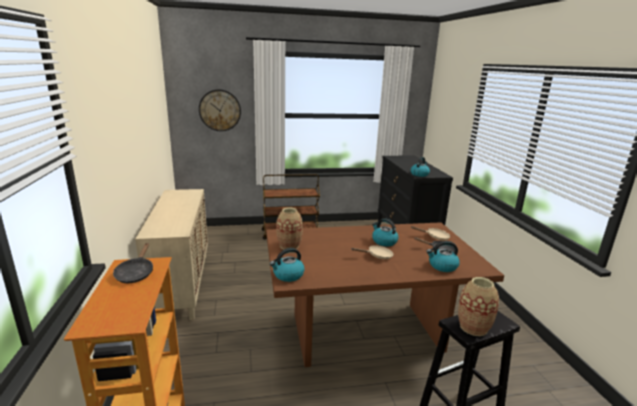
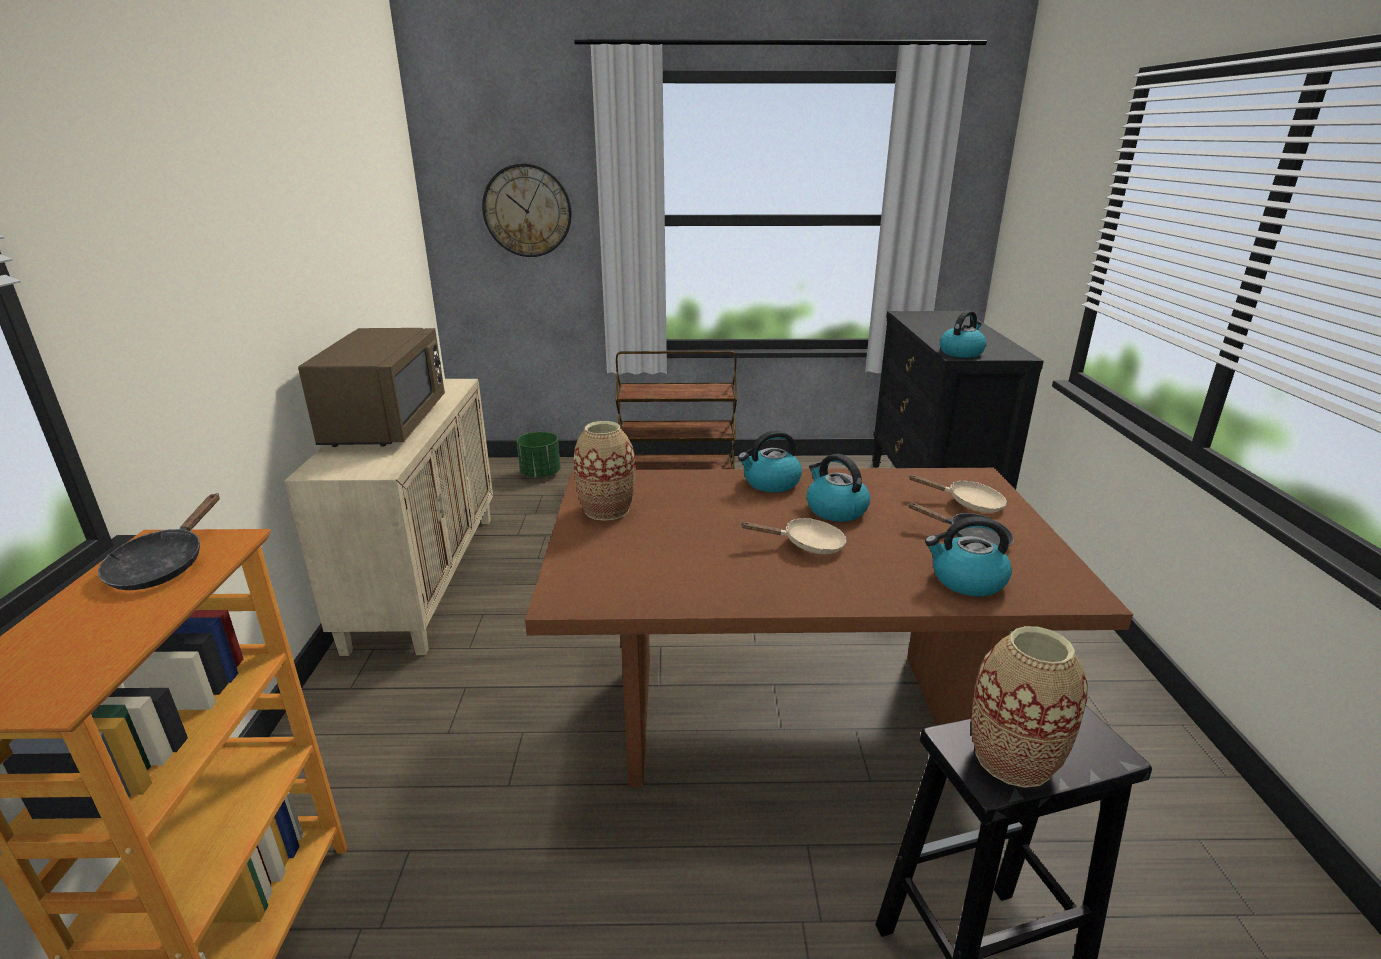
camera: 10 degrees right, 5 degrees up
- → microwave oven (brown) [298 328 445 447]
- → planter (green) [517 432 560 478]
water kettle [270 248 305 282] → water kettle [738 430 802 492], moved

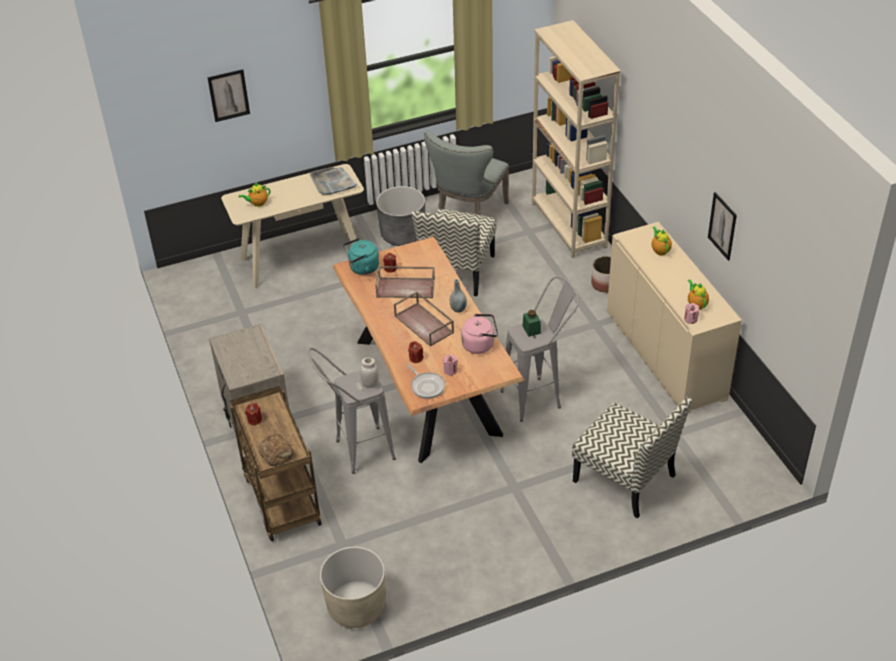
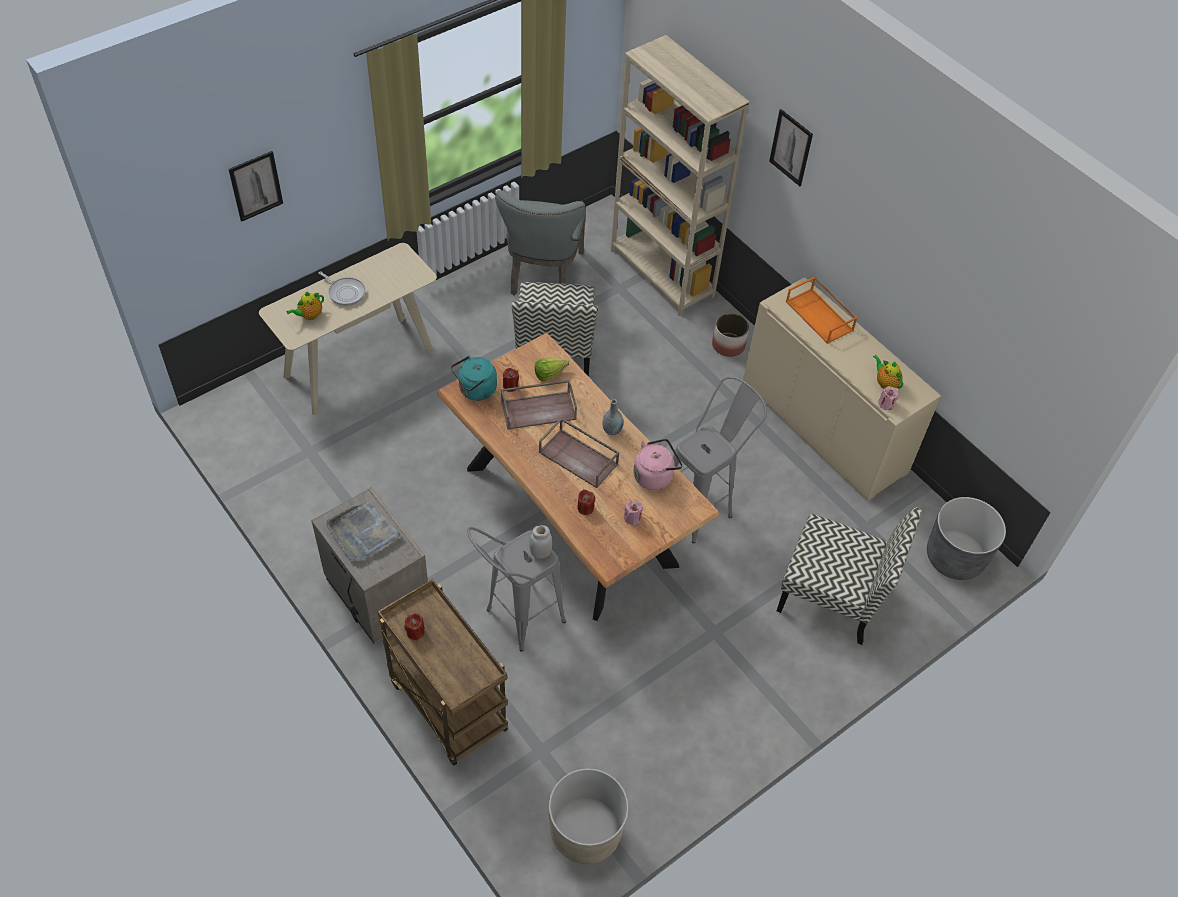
camera: 20 degrees left, 10 degrees up
skillet [406 364 445 399] → skillet [319 272 365 306], moved
carrying tray (greyish) [310 167 358 195] → carrying tray (greyish) [326 502 403 561], moved
- → lettuce [535 358 569 382]
wall picture [708 192 737 261] → wall picture [769 109 813 186], moved
tea pot [652 226 672 256] → carrying tray (orange) [786 276 858 344]
planter (greyish) [376 186 425 246] → planter (greyish) [927 497 1006 580], moved
bakery bread [259 434 294 466] → -
storage jar (green) [523 310 541 337] → -

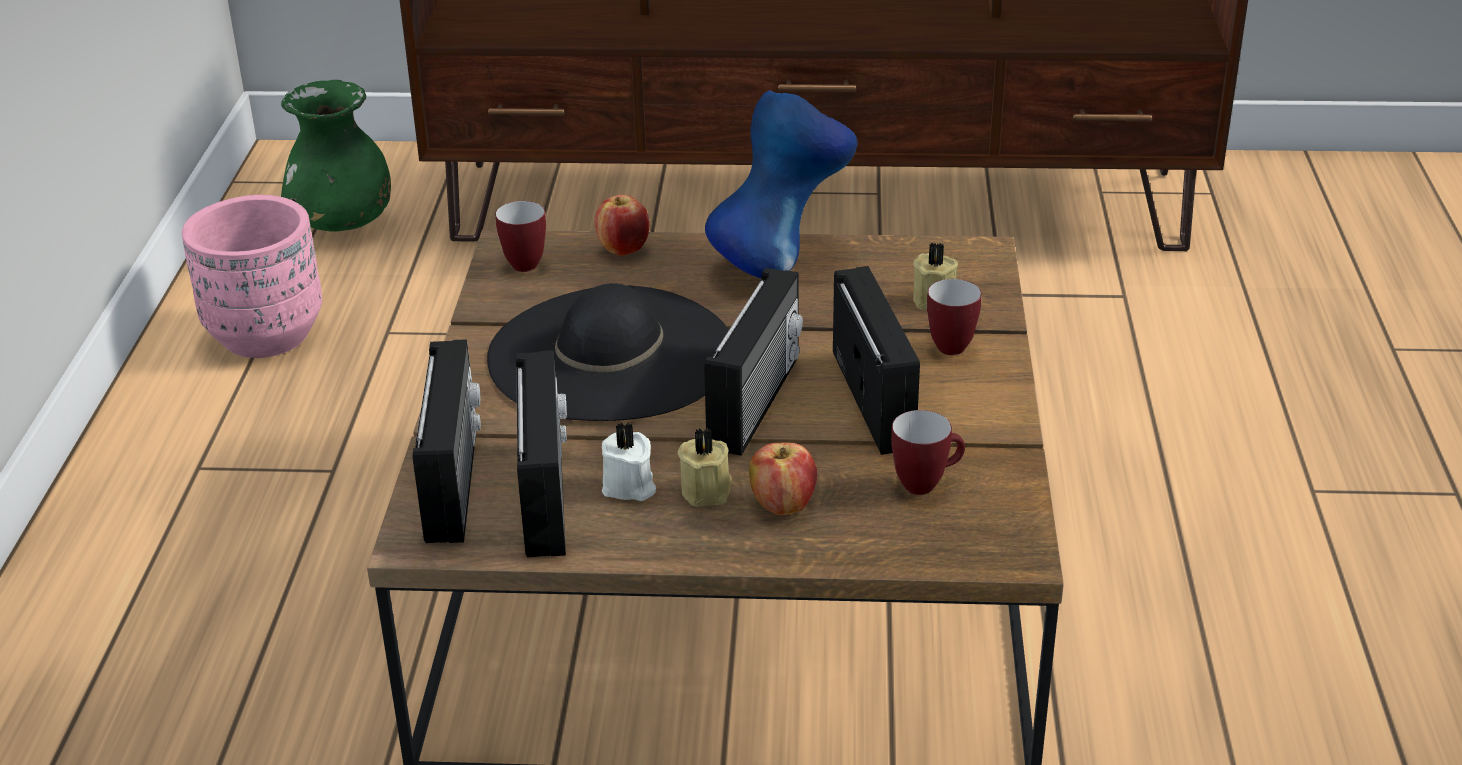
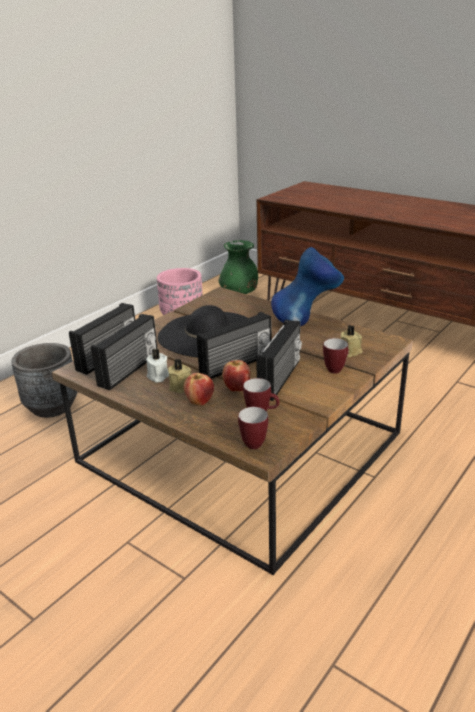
camera: 35 degrees right, 5 degrees down
- → planter (greyish) [11 343 77 418]
whole apple [595 195 650 256] → whole apple [222 360 251 391], moved
tea mug [495 201 546 272] → tea mug [238 407 268 449], moved

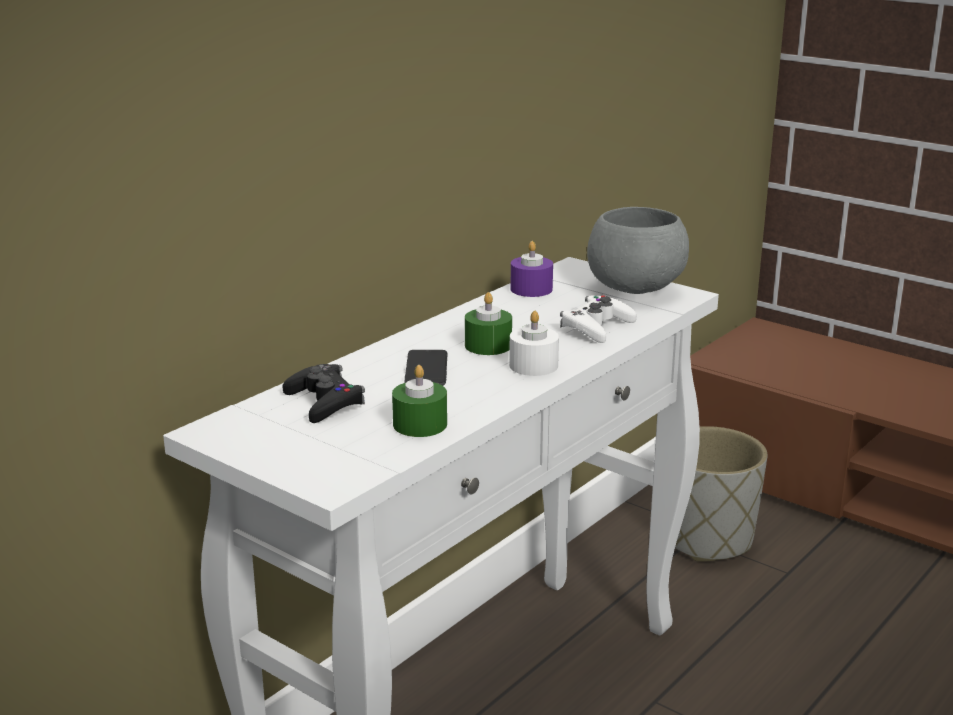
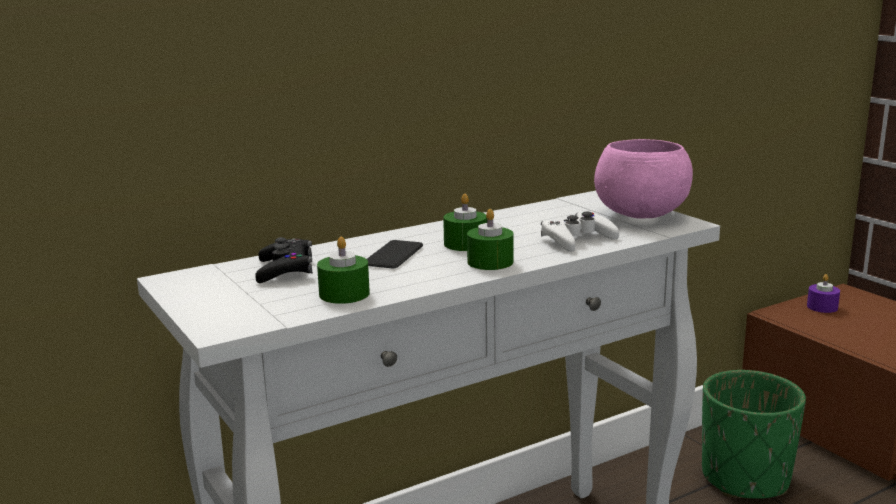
camera: 20 degrees right, 5 degrees down
wax candle (whitish) [509 311 559 376] → wax candle (green) [467 209 514 270]
deep dish (greyish) [587 207 689 294] → deep dish (pink) [594 139 693 219]
planter (greyish) [675 426 768 562] → planter (green) [702 370 806 499]
wax candle (purple-coloured) [510 241 553 297] → wax candle (purple-coloured) [807 274 840 313], moved

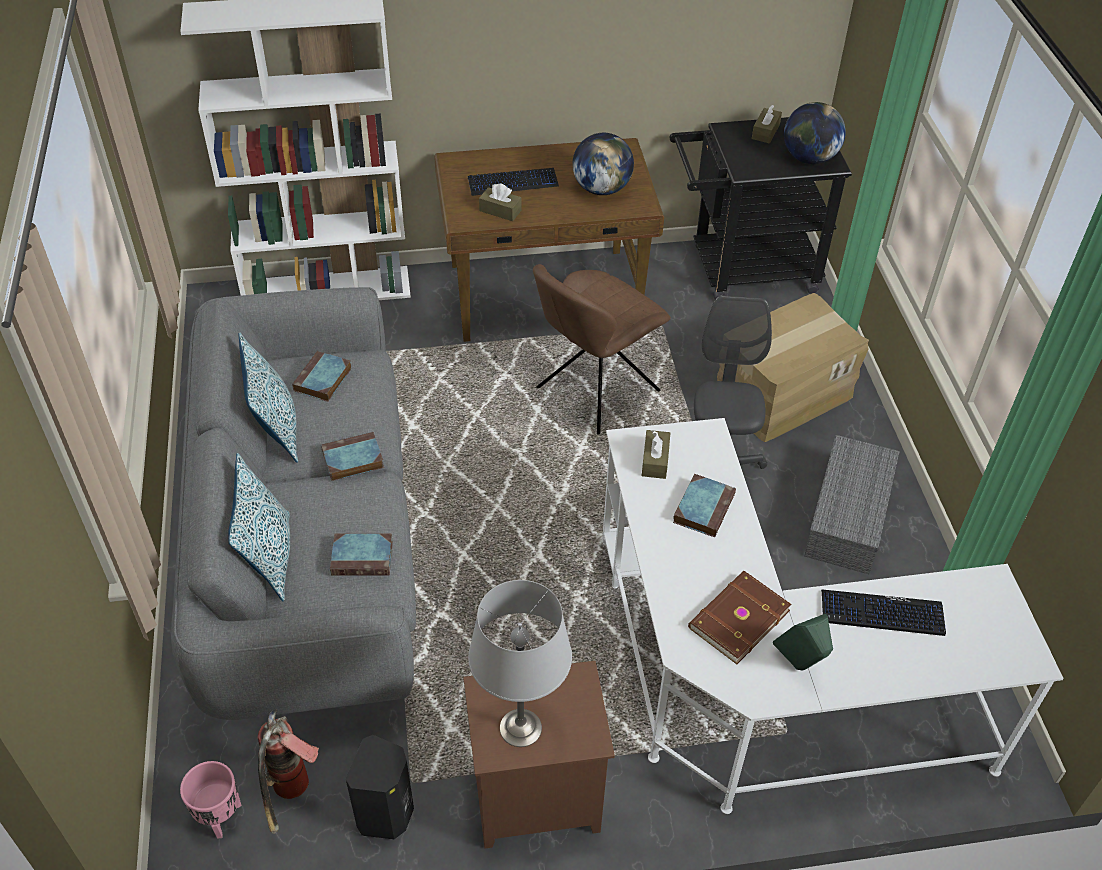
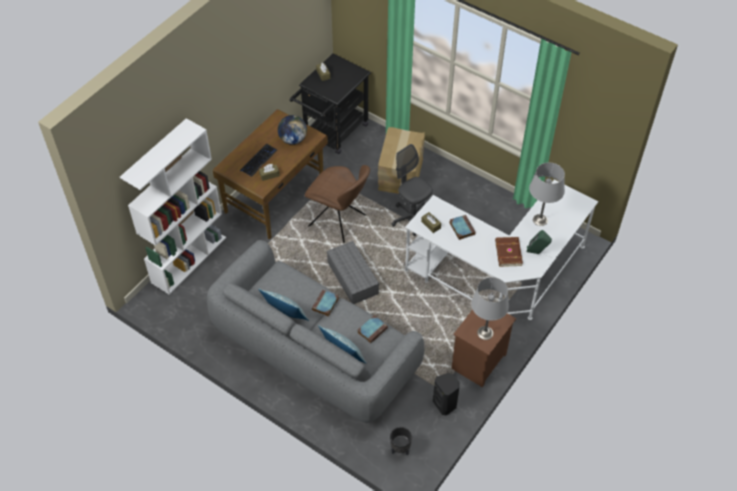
camera: 45 degrees left, 5 degrees up
chair (brown) [533 264 671 435] → chair (brown) [305 165 370 243], 60 degrees counterclockwise
storage bin (greyish) [804 435 900 574] → storage bin (greyish) [326 241 379 304], moved
planter (pink) [180 761 242 839] → planter (blackish) [390 427 412 456]
keyboard [821 589 946 636] → table lamp (greyish) [529 163 565 226]
extinguisher [258 709 319 834] → -
volume [292 351 352 402] → -
desk globe [784 102 846 164] → -

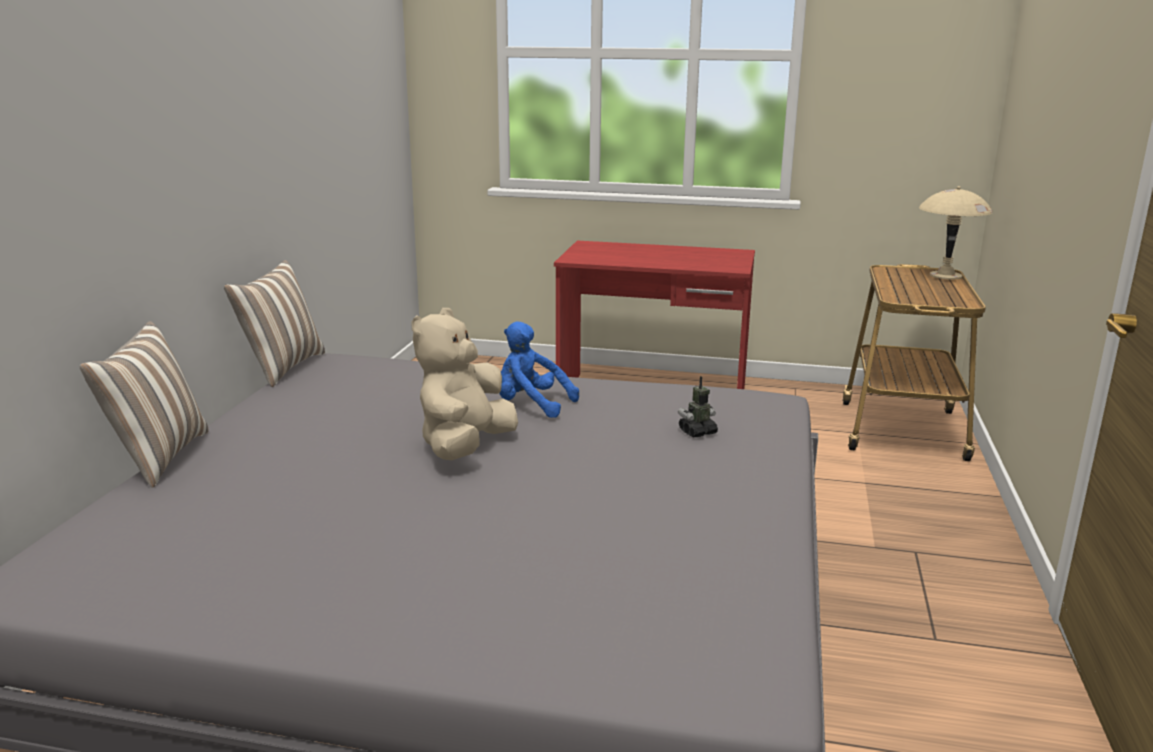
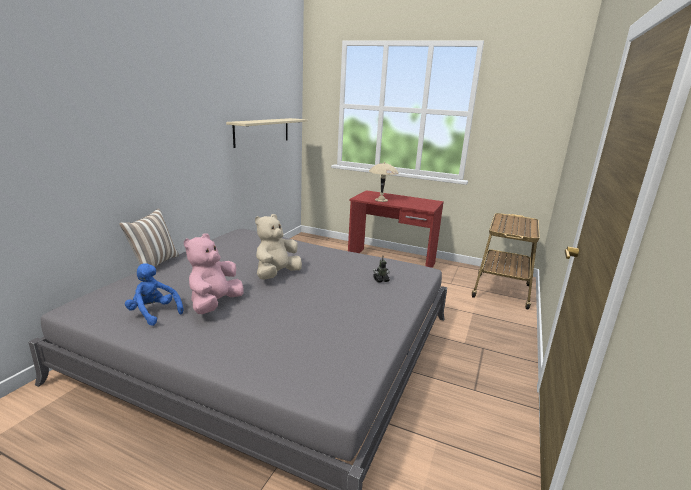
camera: 10 degrees right, 0 degrees up
plush toy (blue) [499 321 579 418] → plush toy (blue) [125 263 184 326], moved
- → plush toy (pink) [184 234 244 314]
- → bracket shelf (beige) [226 118 307 148]
table lamp (beige) [919 186 993 280] → table lamp (beige) [369 162 398 202], moved
pillow [224 260 325 387] → -

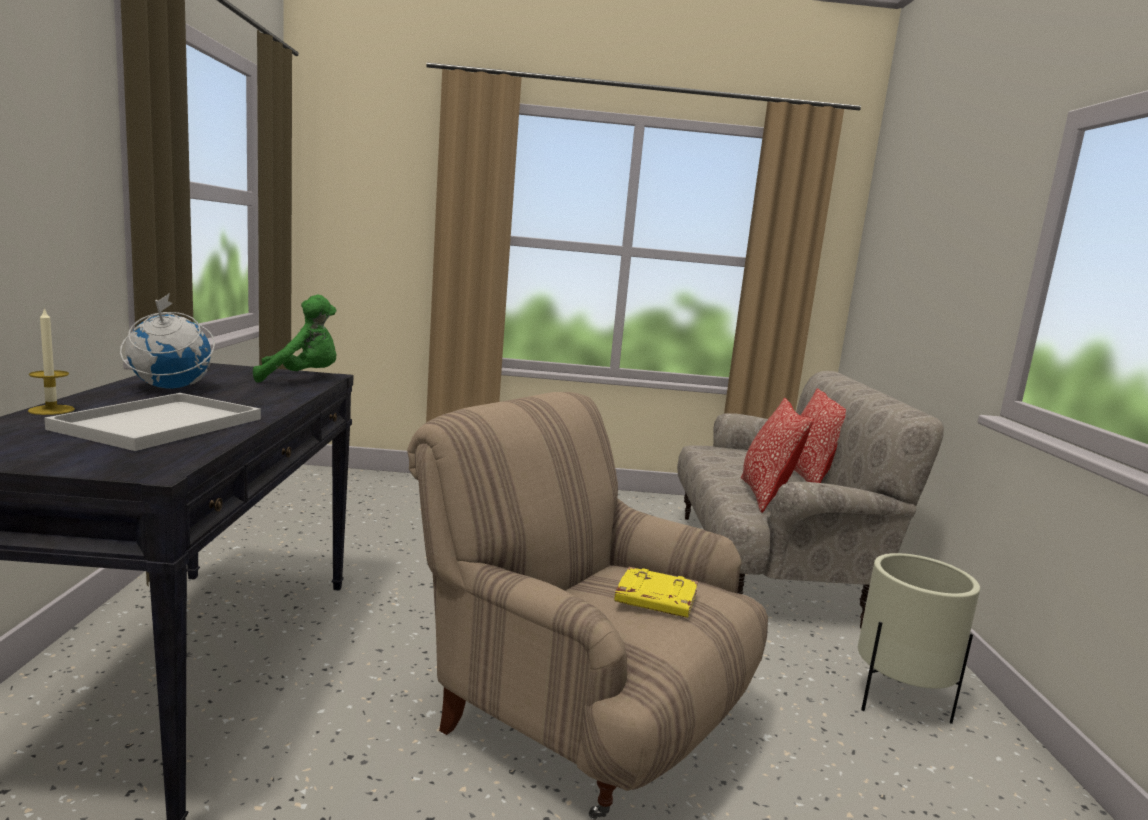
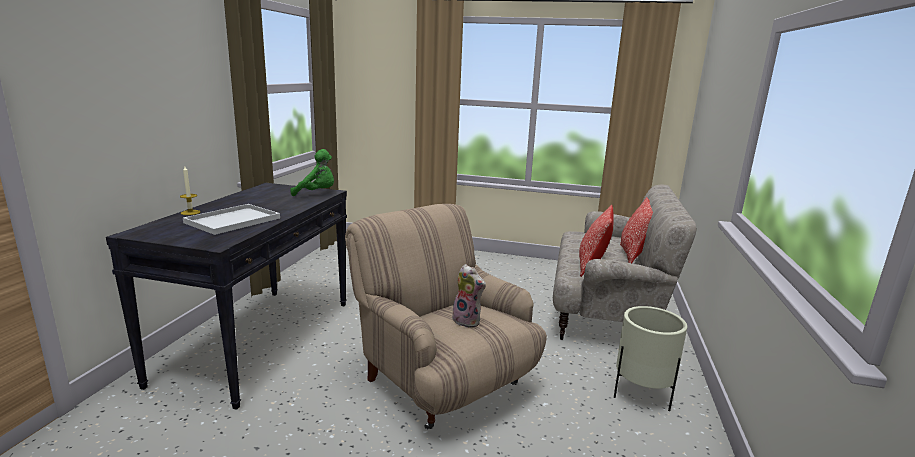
camera: 15 degrees right, 5 degrees up
volume (yellow) [614 567 698 618] → plush toy [452 264 486 328]
desk globe [120 293 215 389] → -

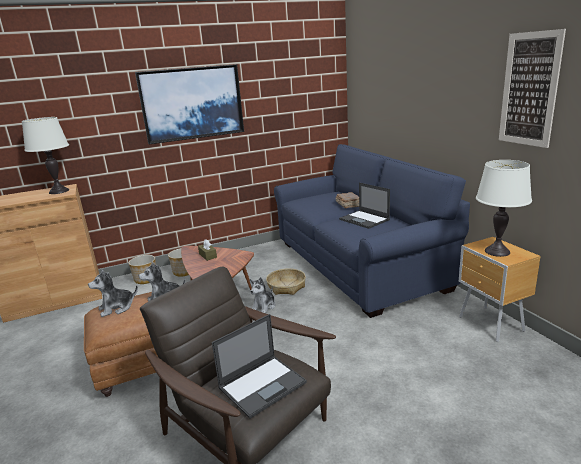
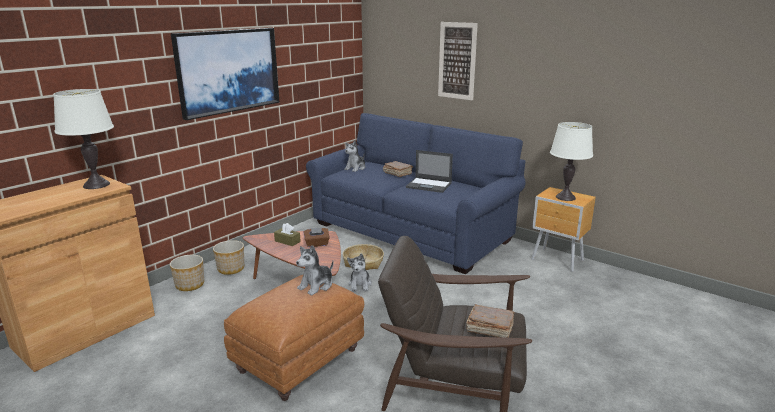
camera: 30 degrees left, 0 degrees up
- → tissue box (brown) [304 228 330 247]
plush toy [88 269 138 317] → plush toy [344 140 365 172], moved
wall picture [499 29 566 148] → wall picture [438 22 478 100], moved
laptop [212 314 307 419] → volume (brown) [466 304 515 338]

